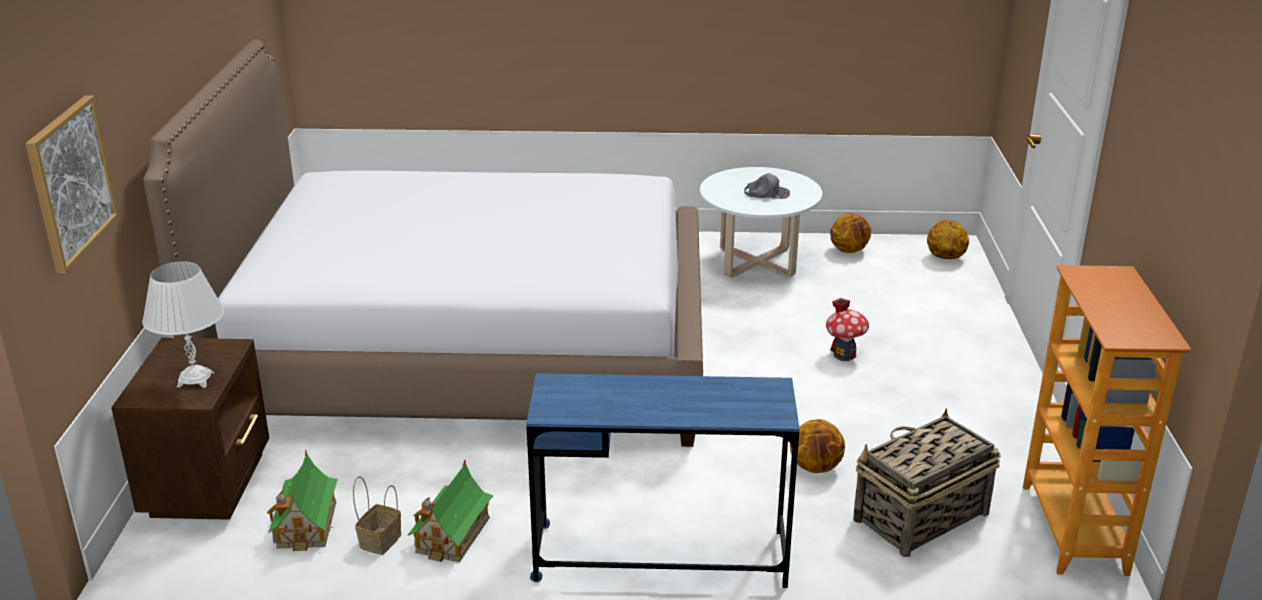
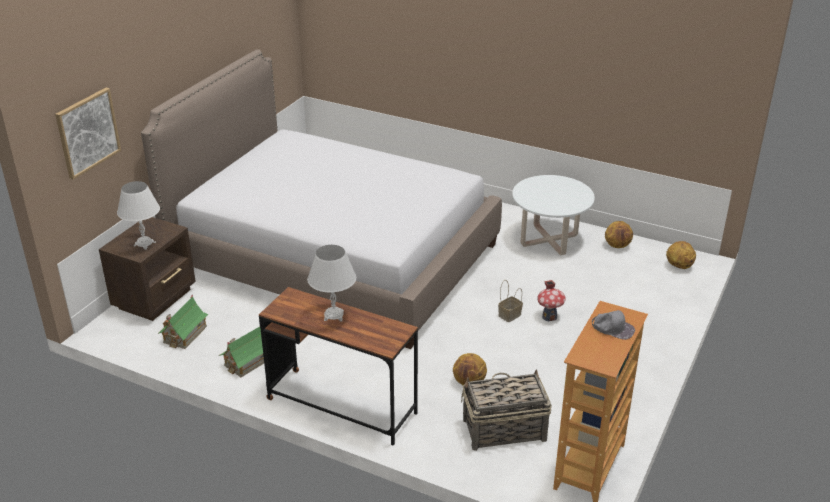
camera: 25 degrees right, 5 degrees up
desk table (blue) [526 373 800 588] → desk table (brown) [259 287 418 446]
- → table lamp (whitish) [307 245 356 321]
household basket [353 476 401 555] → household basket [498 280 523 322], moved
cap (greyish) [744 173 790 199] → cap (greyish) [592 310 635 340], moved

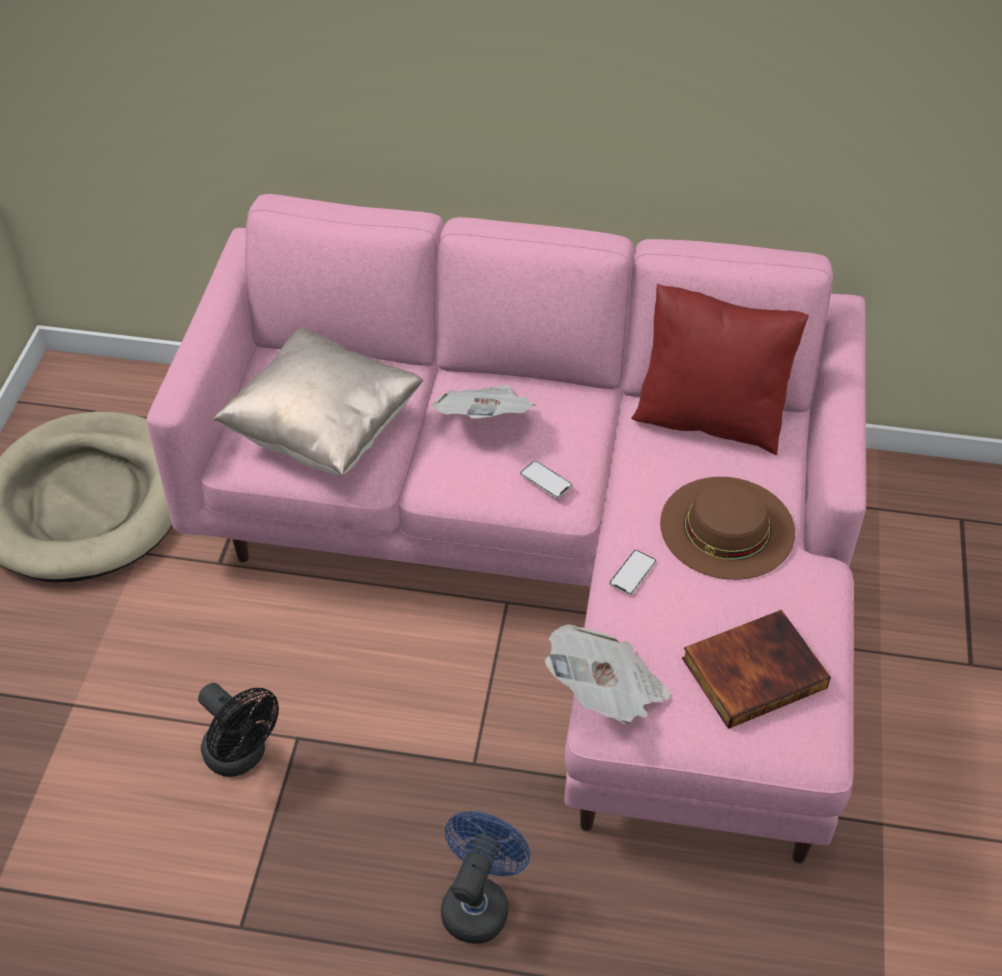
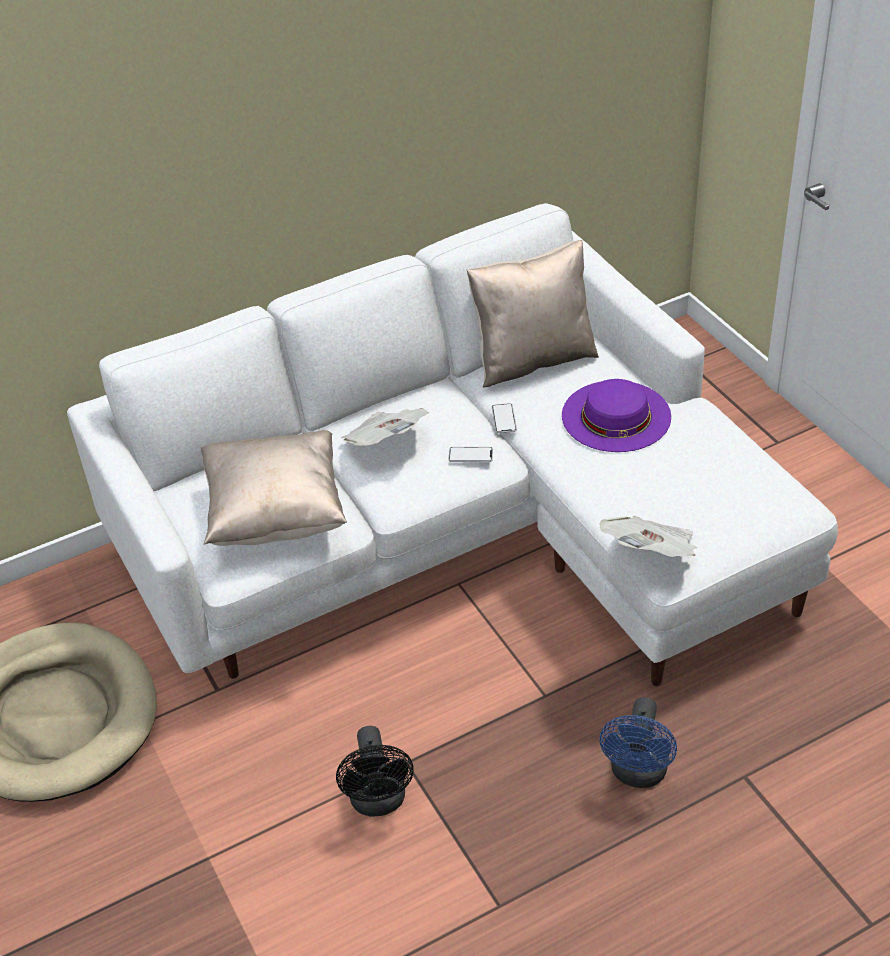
camera: 35 degrees left, 5 degrees down
settee (pink) [146 194 866 863] → settee (whitish) [67 203 838 686]
cooling fan (blackish) [198 683 279 777] → cooling fan (blackish) [336 726 414 817], 75 degrees clockwise
pillow (red-coloured) [631 283 809 455] → pillow (beige) [467 240 599 387]
telephone [609 550 657 595] → telephone [492 403 517 433], moved
clothing hat (brown) [660 477 795 580] → clothing hat (purple-coloured) [562 379 671 452]
cooling fan (blue) [441 811 530 944] → cooling fan (blue) [600 697 677 788], 150 degrees counterclockwise
volume [682 610 831 729] → -

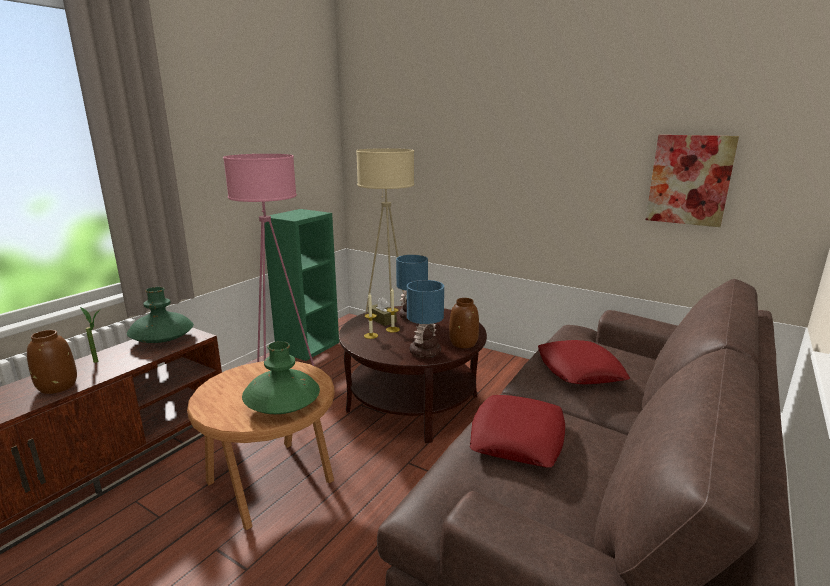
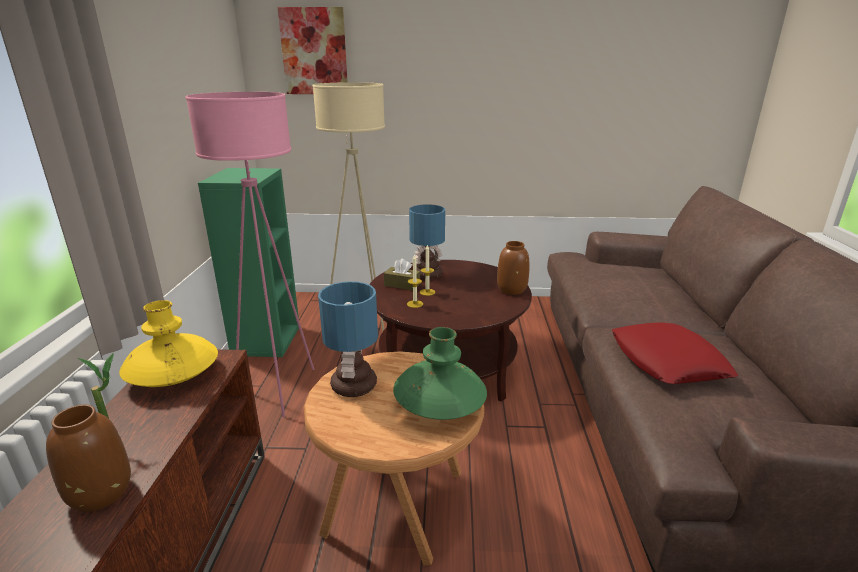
camera: 30 degrees left, 5 degrees up
flower vase (green) [127 287 194 343] → flower vase (yellow) [119 300 218 387]
wall picture [646 135 739 227] → wall picture [277 7 348 94], moved
table lamp [407 280 444 358] → table lamp [318 281 378 397], moved
pillow (red-coloured) [538 340 630 384] → -

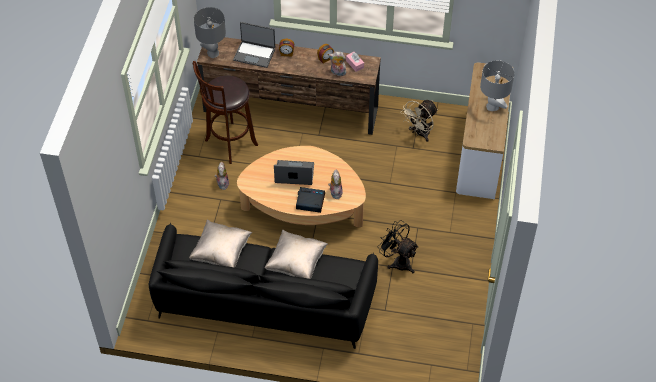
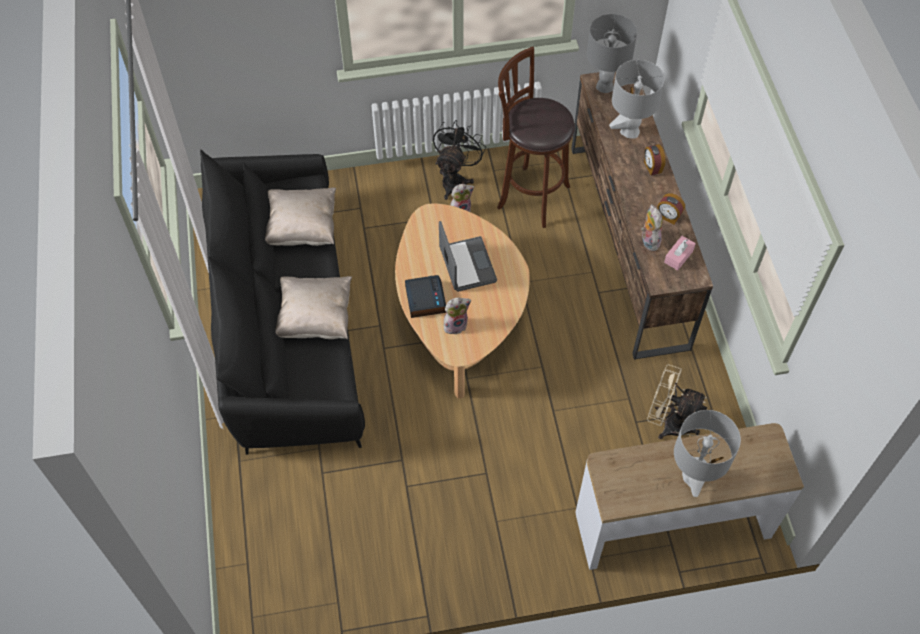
camera: 70 degrees right, 5 degrees up
cooling fan (blackish) [377 220 419 273] → cooling fan (blackish) [433 120 486 200], moved
laptop [233 22 275 68] → table lamp (greyish) [609 60 665 139]

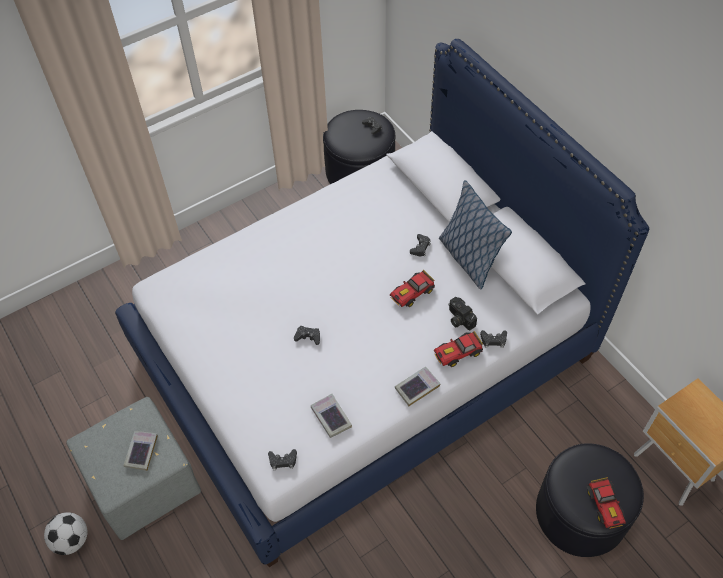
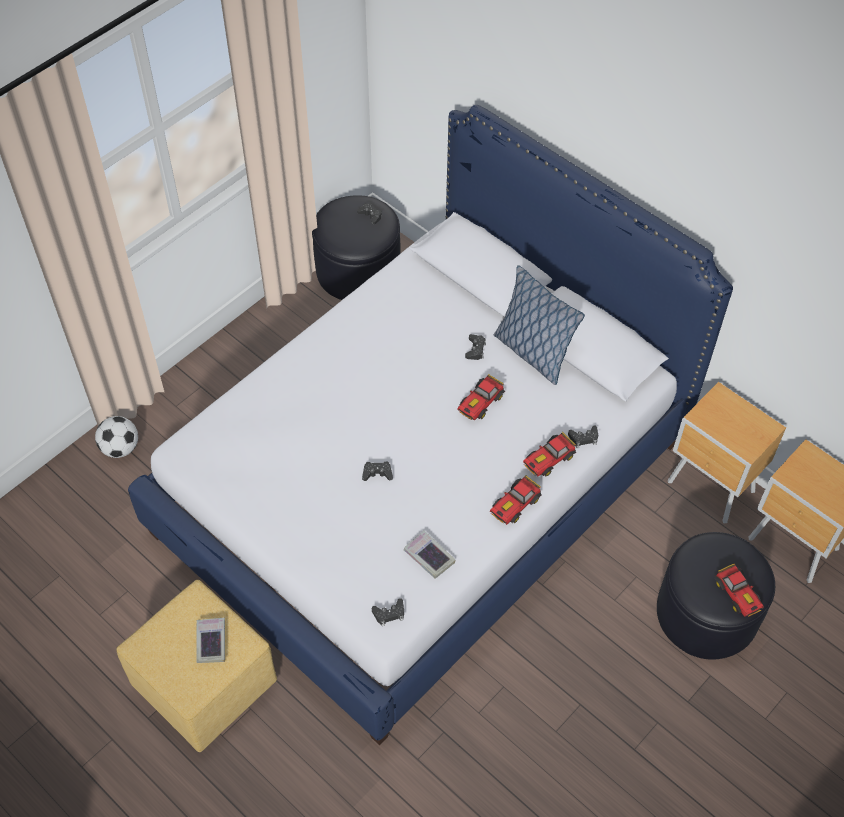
camera: 15 degrees left, 0 degrees up
football ball [44 512 87 555] → football ball [95 416 138 458], moved
footrest (greyish) [66 397 201 540] → footrest (yellow) [116 580 277 752]
volume [395 366 441 406] → miniature car [490 475 542 525]
- → bedside table (brown) [668 382 786 523]
photo camera [448 297 477 330] → -

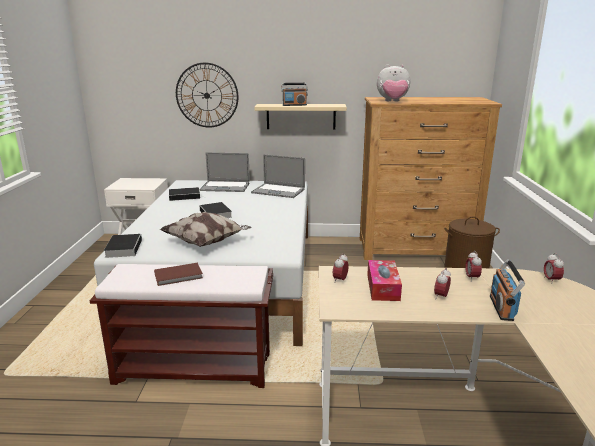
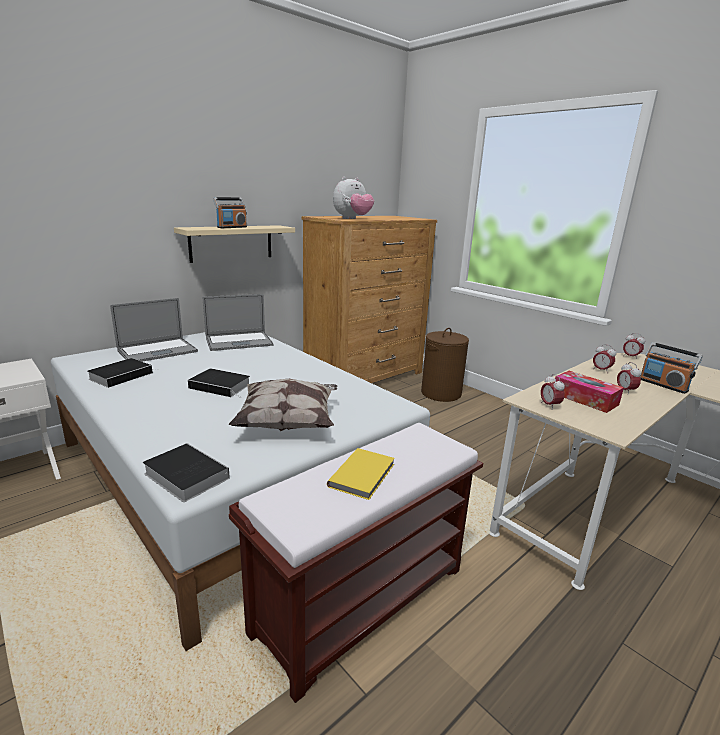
camera: 45 degrees left, 0 degrees up
volume (brown) [154 263 203 286] → volume (yellow) [327 448 395 500]
wall clock [176 63 238 128] → -

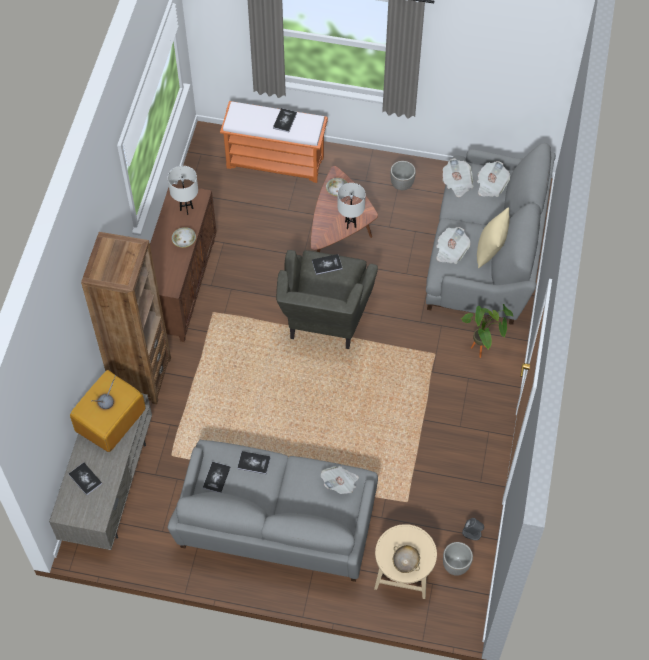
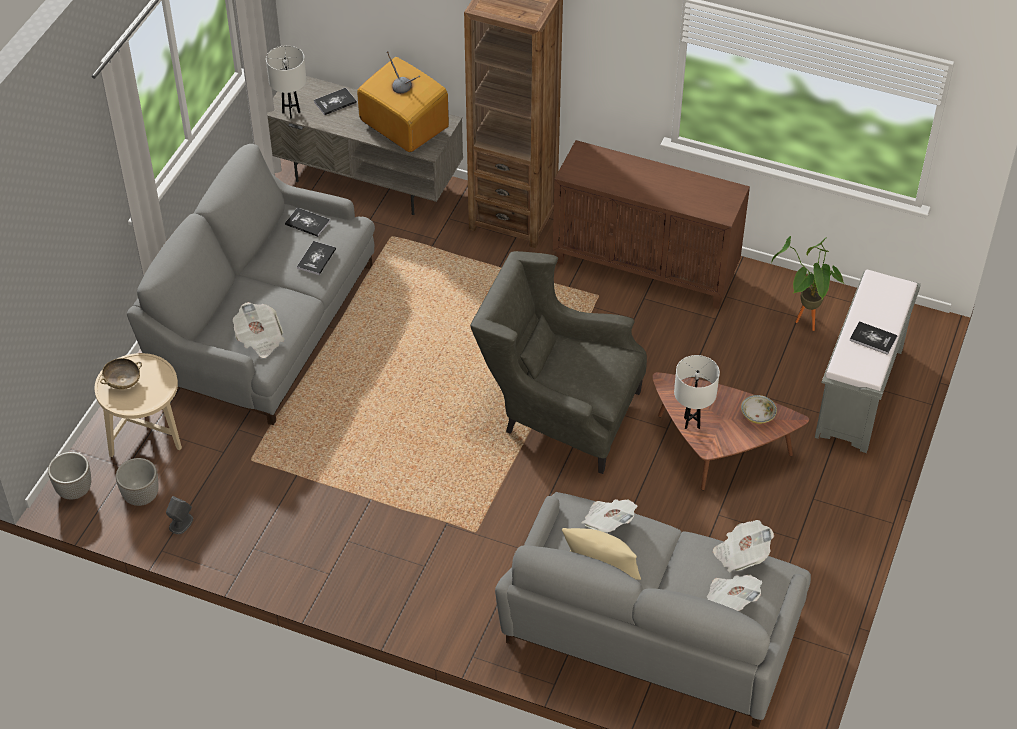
camera: 100 degrees right, 10 degrees down
planter [390 161 416 190] → planter [48 452 91 499], moved
table lamp (whitish) [168 166 198 215] → table lamp (whitish) [266 45 306 119], moved
houseplant [461 304 513 358] → houseplant [771 236 844 331], moved
indoor bench (orange) [220 101 328 183] → indoor bench (greyish) [815 270 921 453]
deep dish [172 227 196 248] → -
volume [312 254 343 275] → -

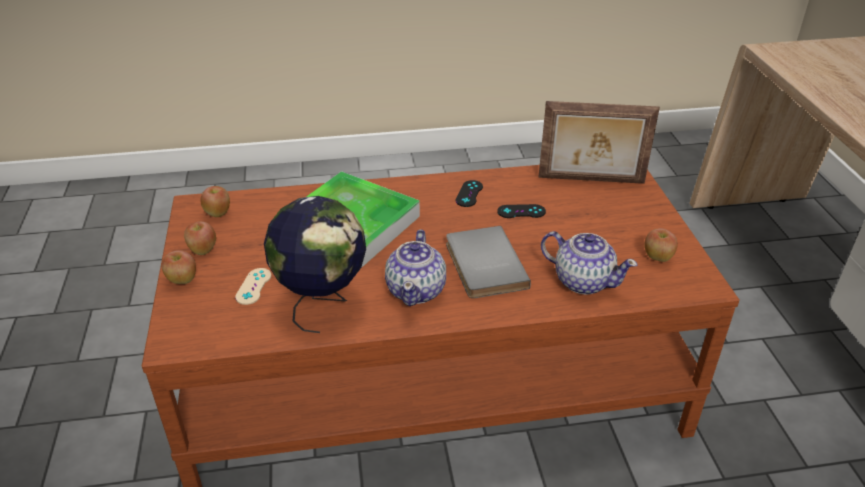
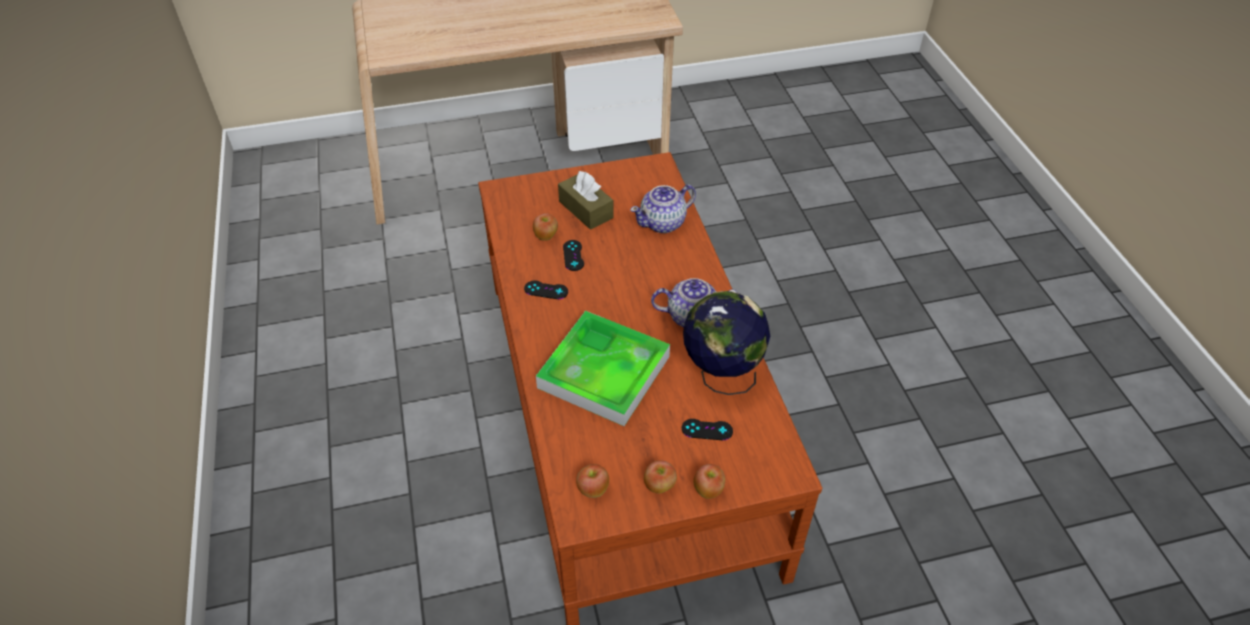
camera: 95 degrees left, 10 degrees up
whole apple [644 228 678 262] → whole apple [533 213 558 241], moved
- → tissue box (brown) [558 171 614 230]
tea pot [541 231 638 295] → tea pot [630 184 696 233], 150 degrees counterclockwise
joypad (beige) [235 268 271 305] → joypad (blackish) [682 419 733 440]
volume (greyish) [446 226 531 299] → -
photo frame [539 101 660 184] → -

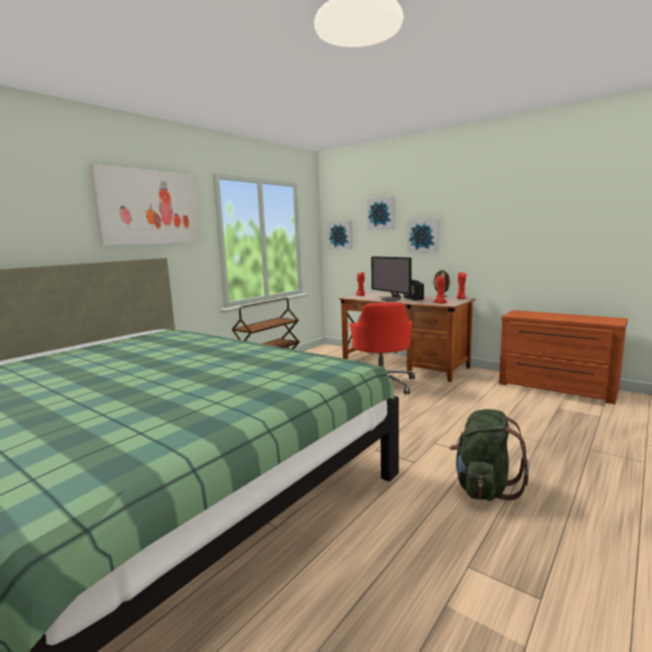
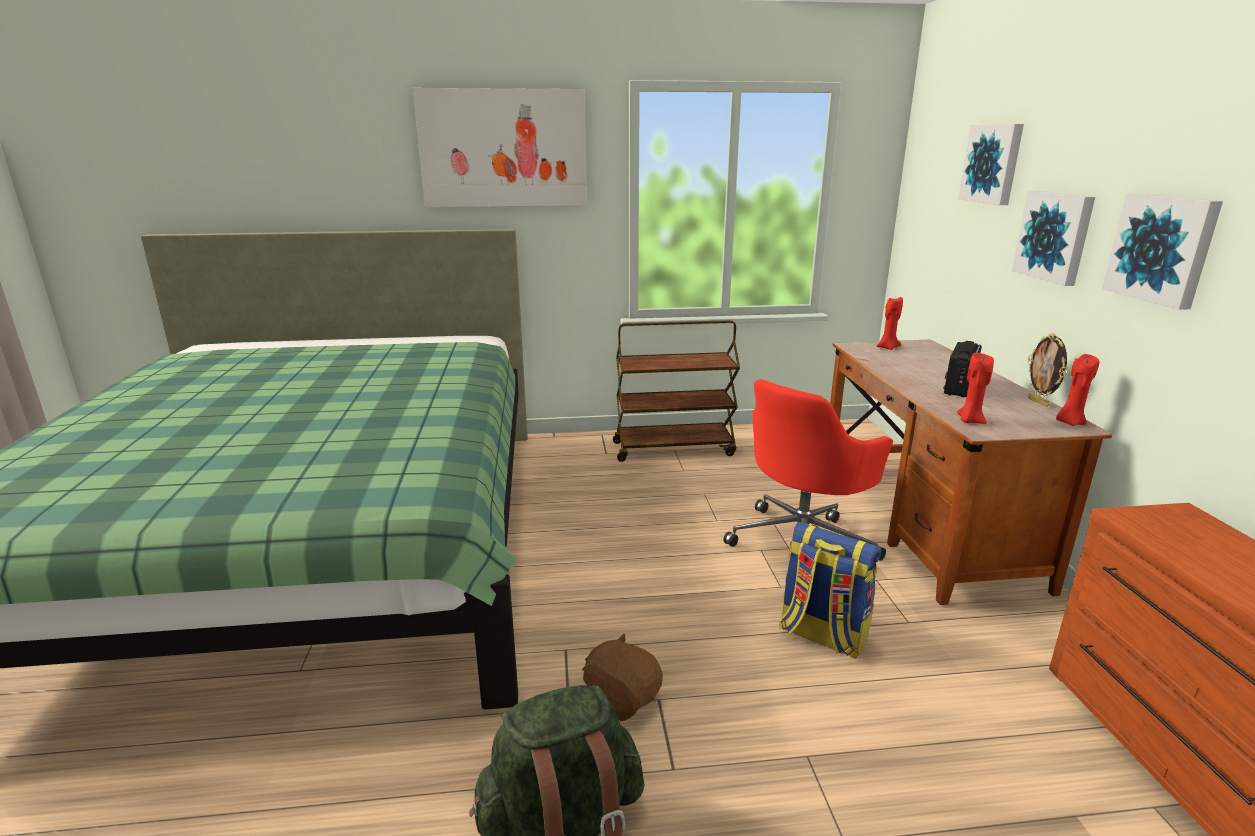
camera: 45 degrees right, 10 degrees up
- → plush toy (brown) [582 634 663 721]
- → backpack [779 522 882 659]
wall picture [327 220 353 250] → wall picture [1102 193 1223 310], moved
monitor [371 256 412 301] → -

